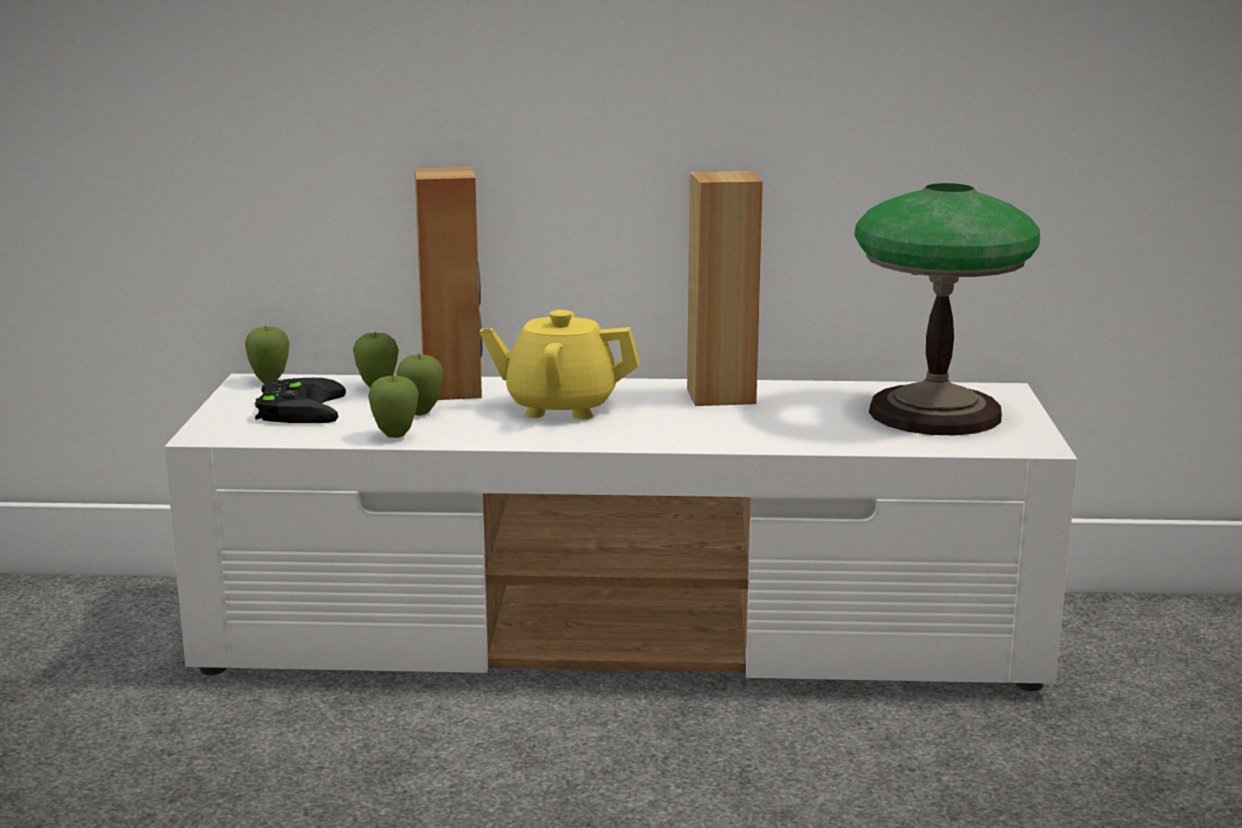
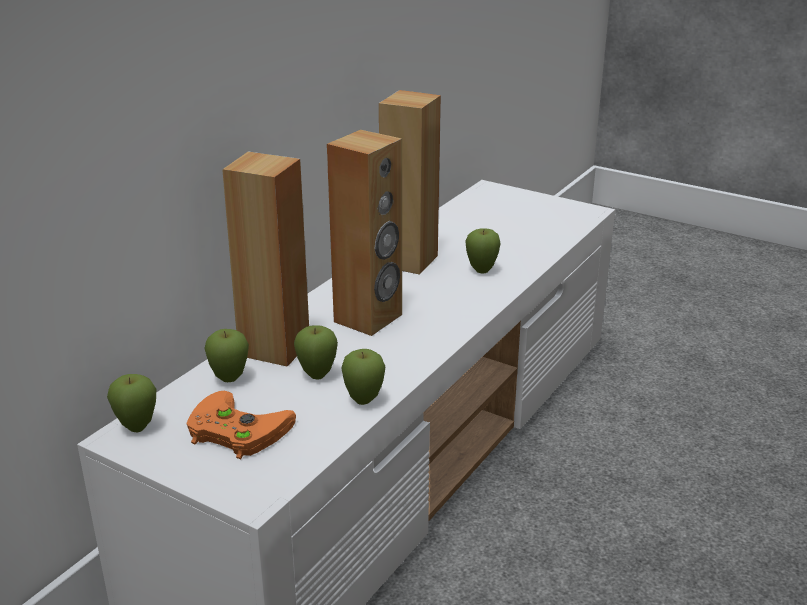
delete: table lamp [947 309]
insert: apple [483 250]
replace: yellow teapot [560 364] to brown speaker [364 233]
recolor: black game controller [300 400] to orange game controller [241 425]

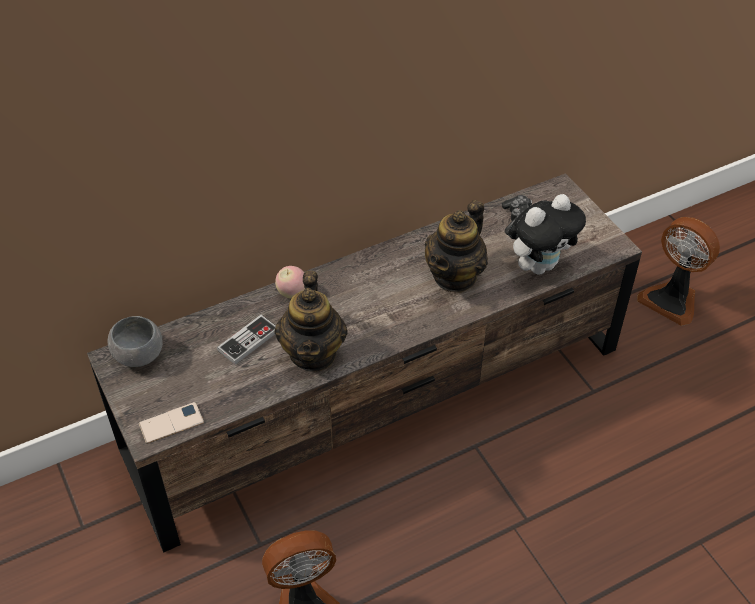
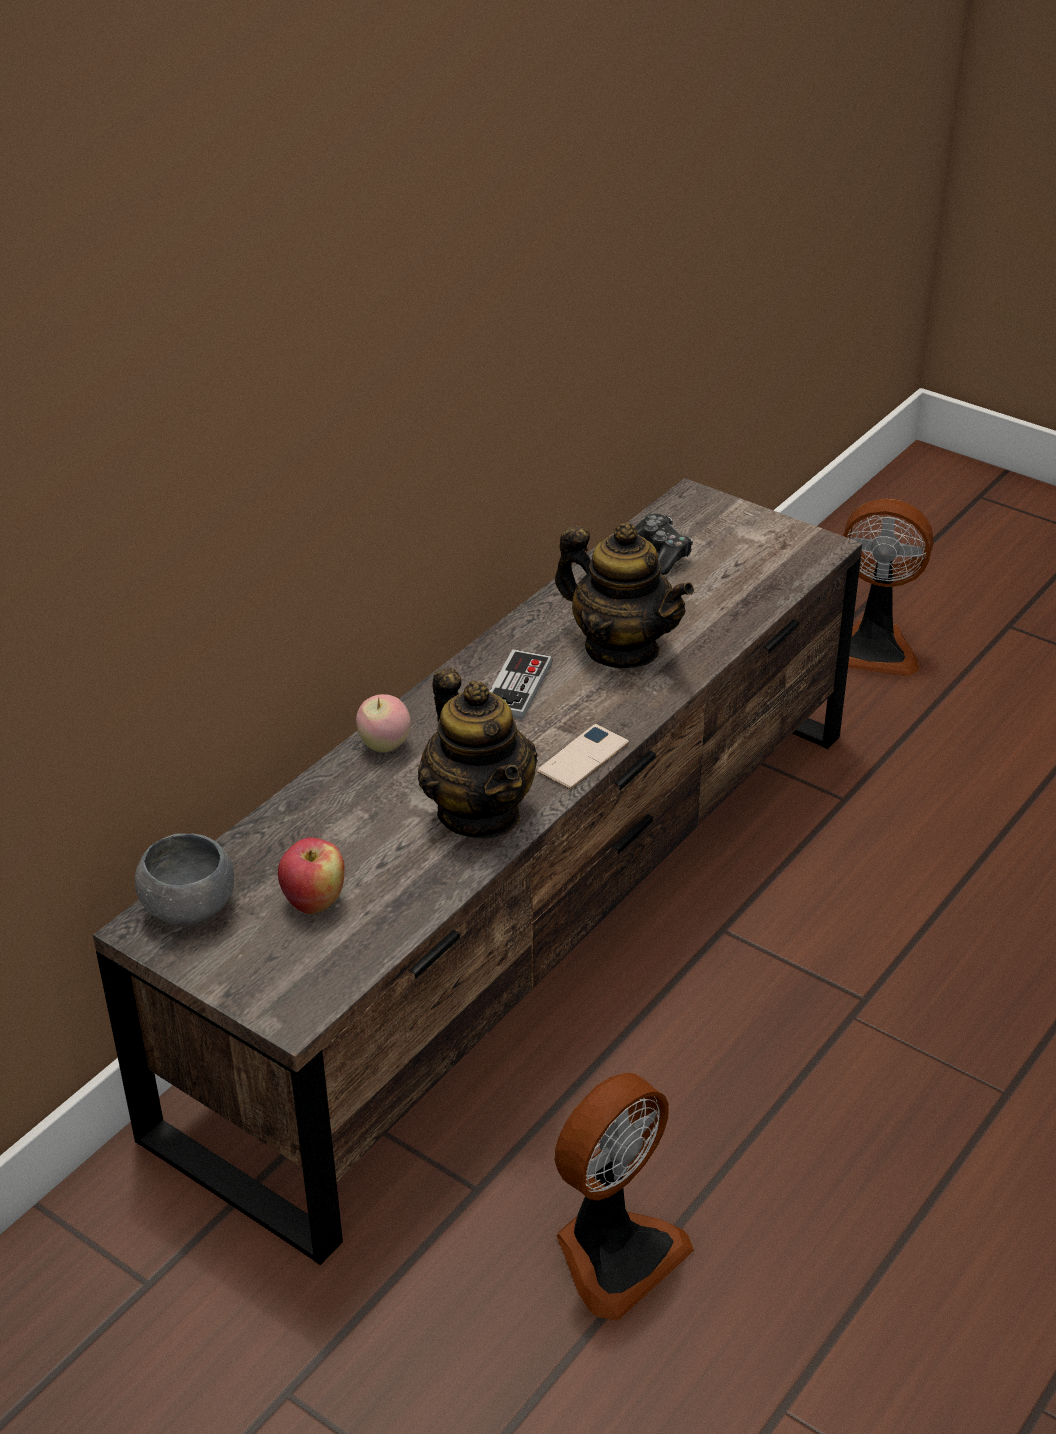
delete: plush toy [547 234]
insert: apple [311 876]
move: phone [171 423] to [583 756]; game controller [246 340] to [520 684]
rotate: teapot [456 246] = [624 595] 60 degrees counterclockwise

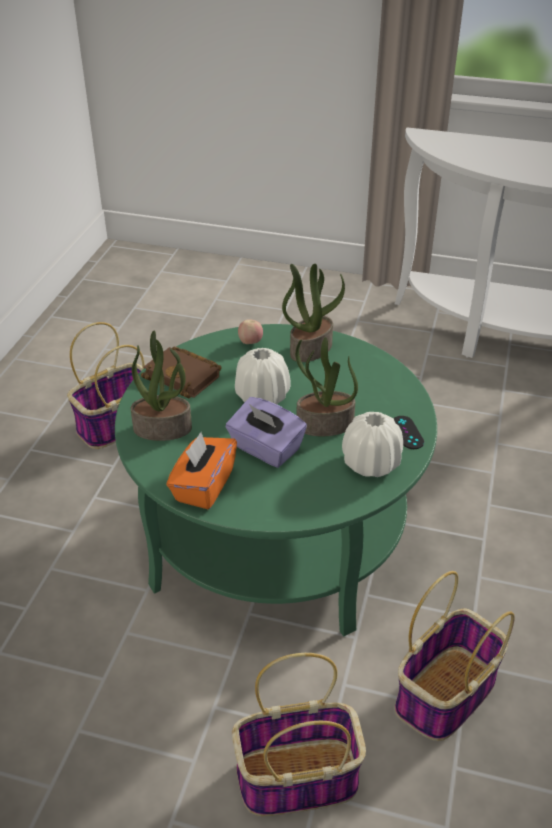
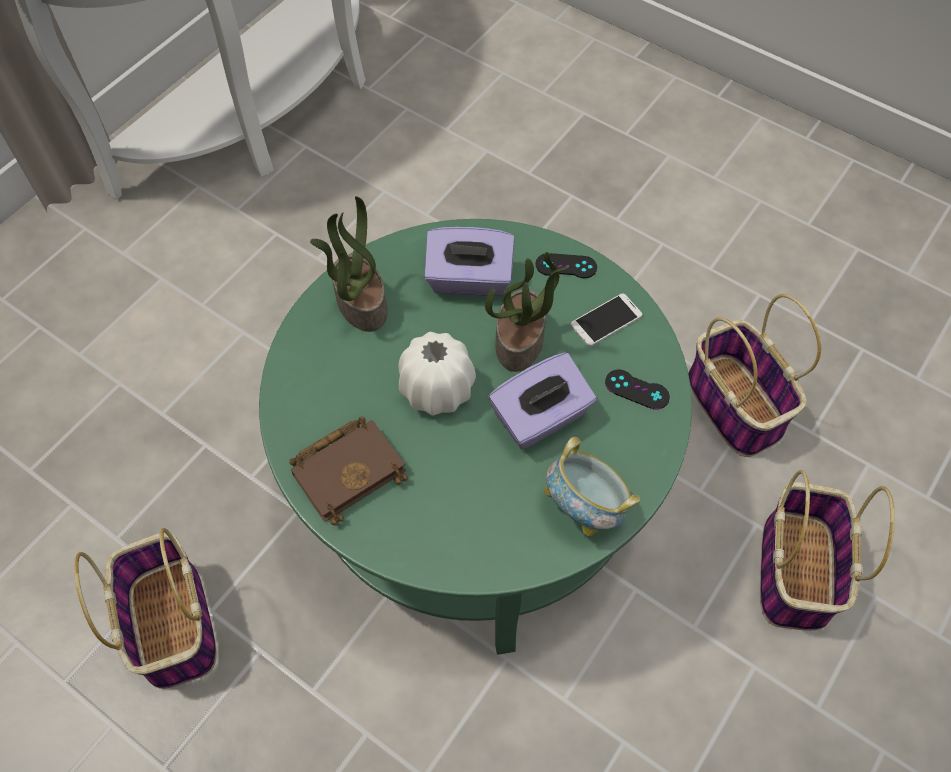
delete: potted plant [161 386]; apple [250 331]
insert: purple tissue box [469 262]; black game controller [637 390]
replace: orange tissue box [201 470] to bowl [592 486]; white vase [372 444] to phone [606 319]

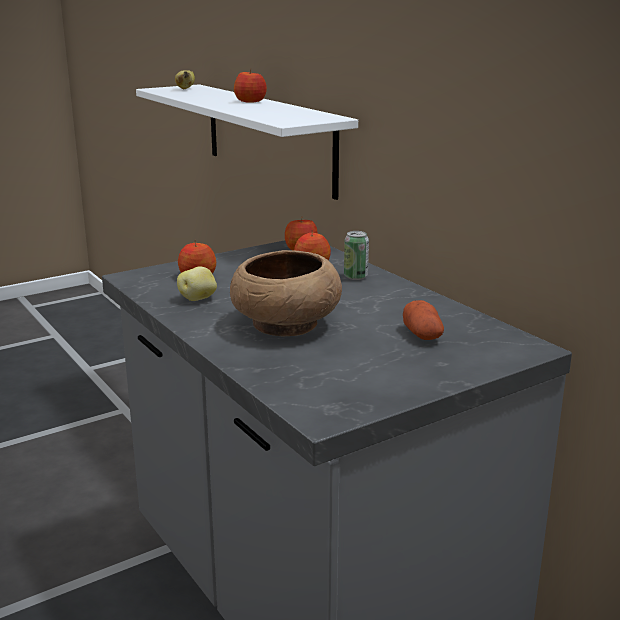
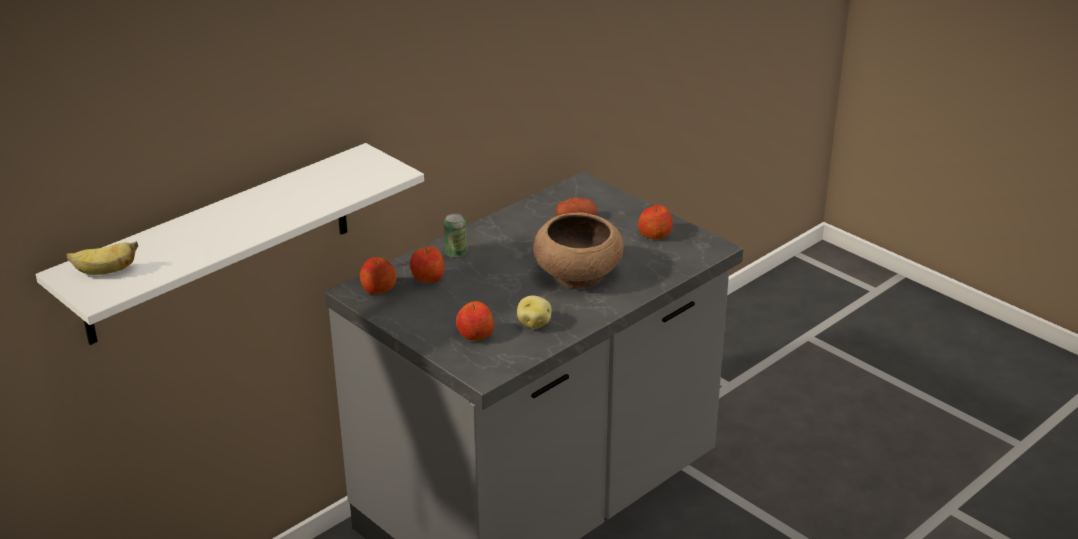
move: apple [250 85] to [655 222]

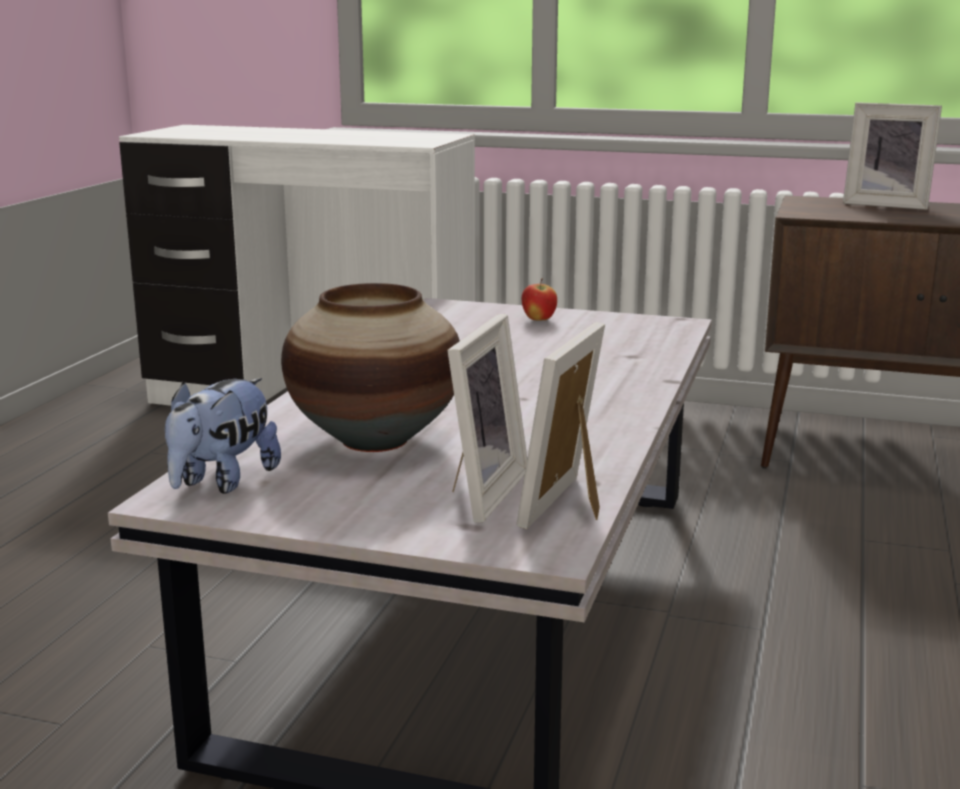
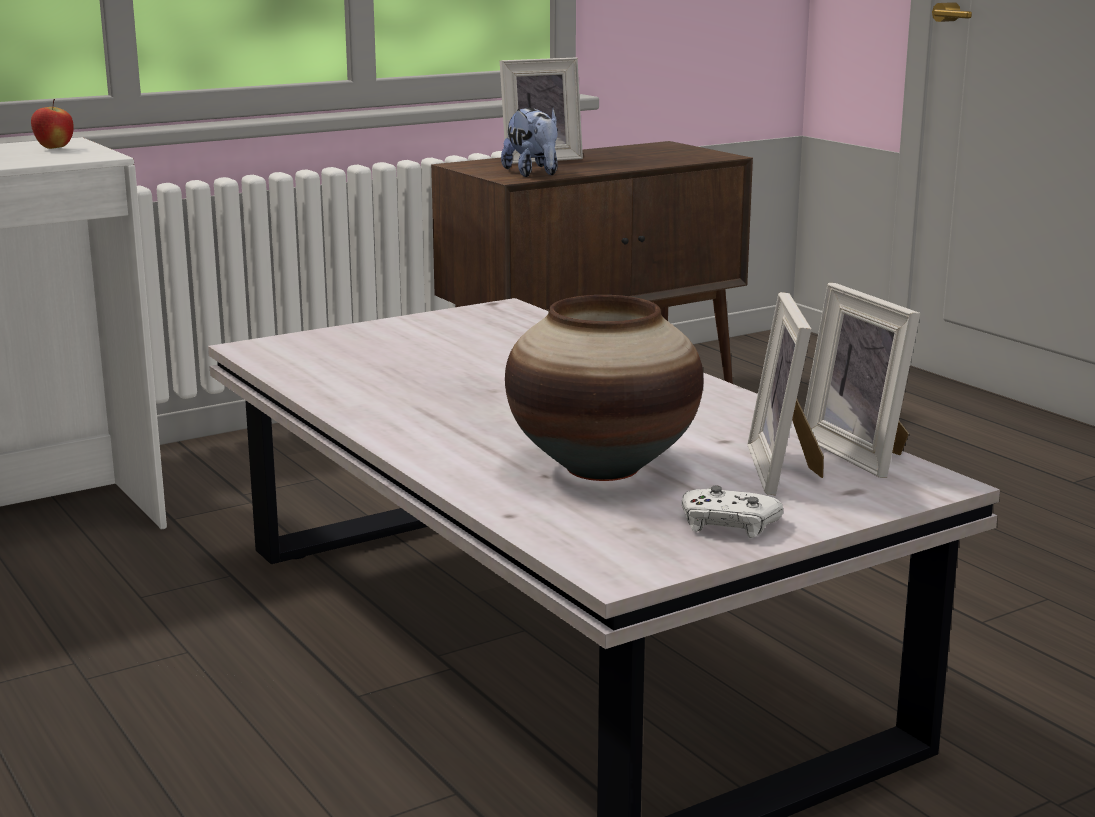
insert: white game controller [732 511]
move: plush toy [223 436] to [529 142]; apple [539 299] to [52 124]
rotate: picture frame [487 418] = [785 394] 150 degrees counterclockwise

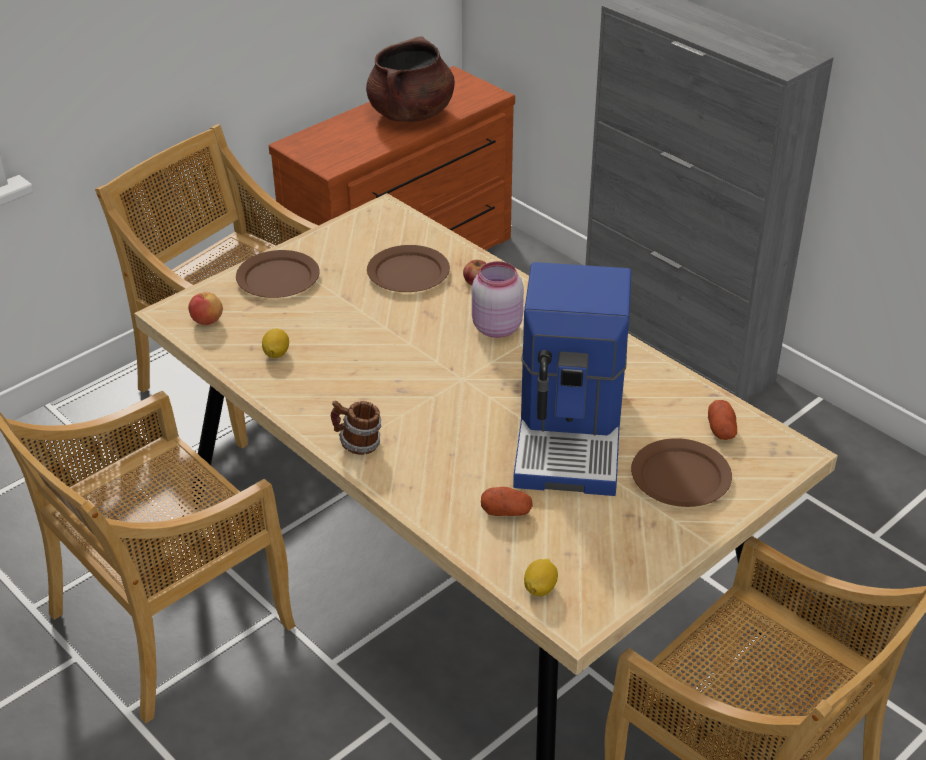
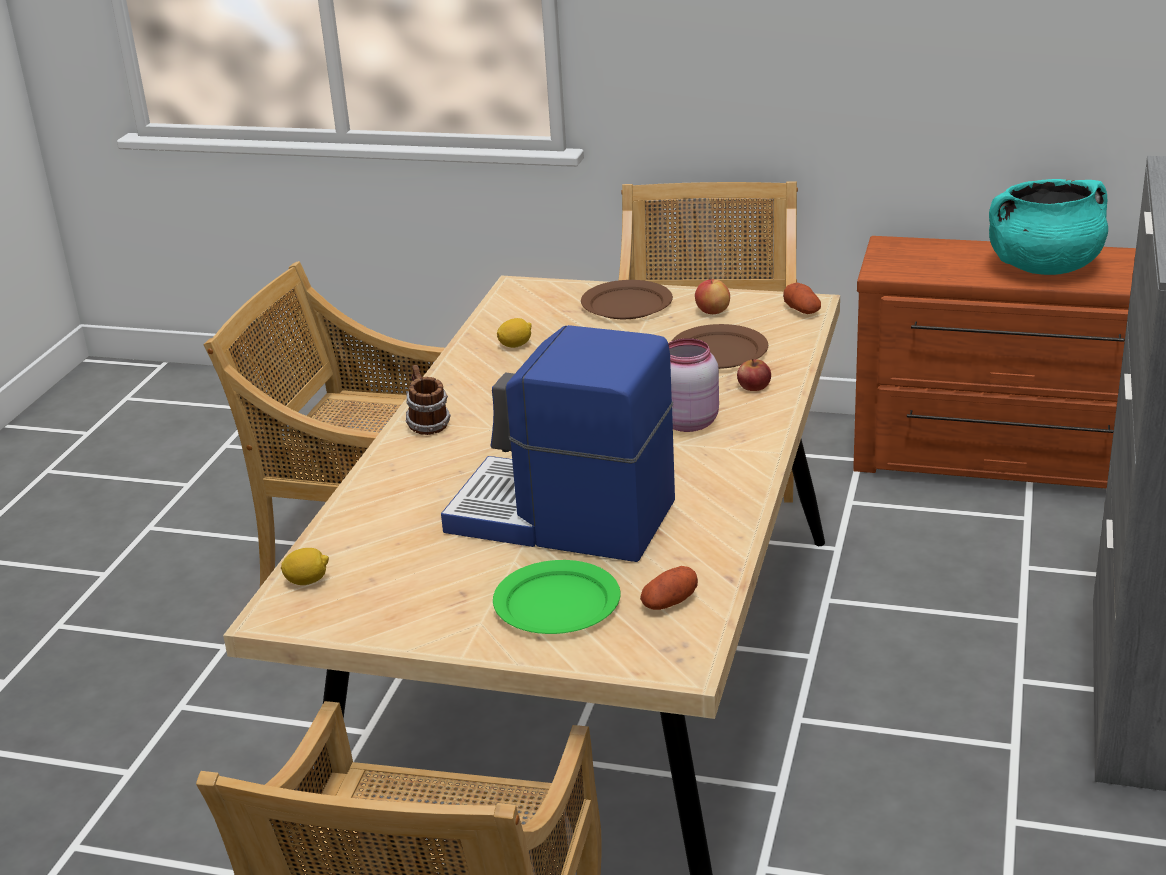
move: apple [205 308] to [712 296]; potato [507 501] to [802 298]
recolor: brown cooking pot [410 79] to turquoise cooking pot [1048 227]; brown plate [681 472] to green plate [557 597]
rotate: coffee machine [572 379] = [558 443] 45 degrees clockwise

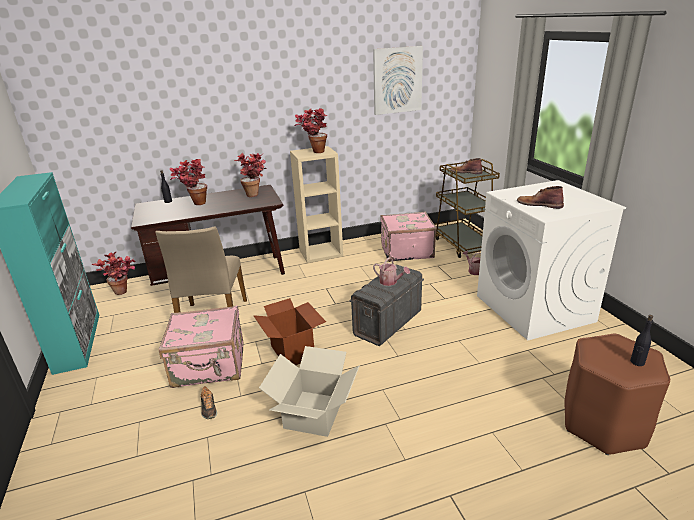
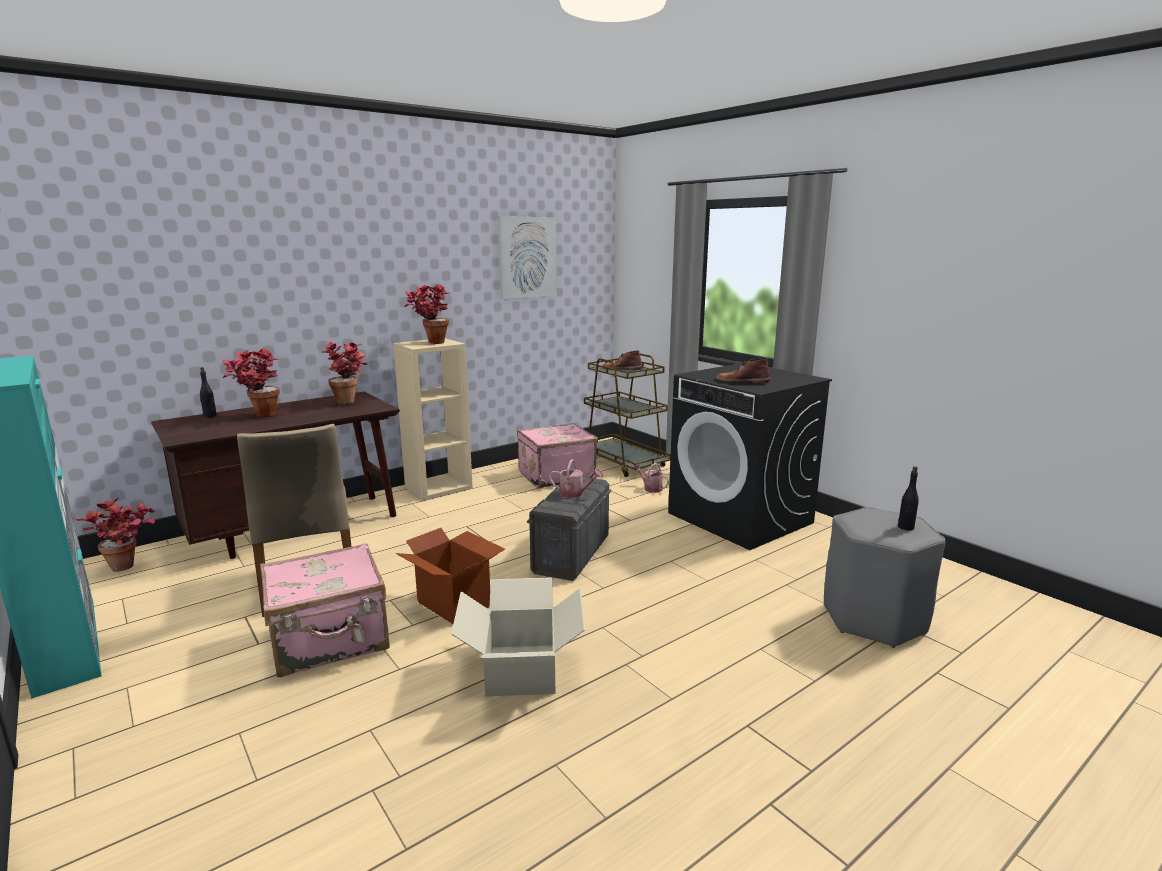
delete: shoe [209 402]
recolor: white washing machine [551 260] to black washing machine [750 456]; brown stool [617 394] to grey stool [884 577]

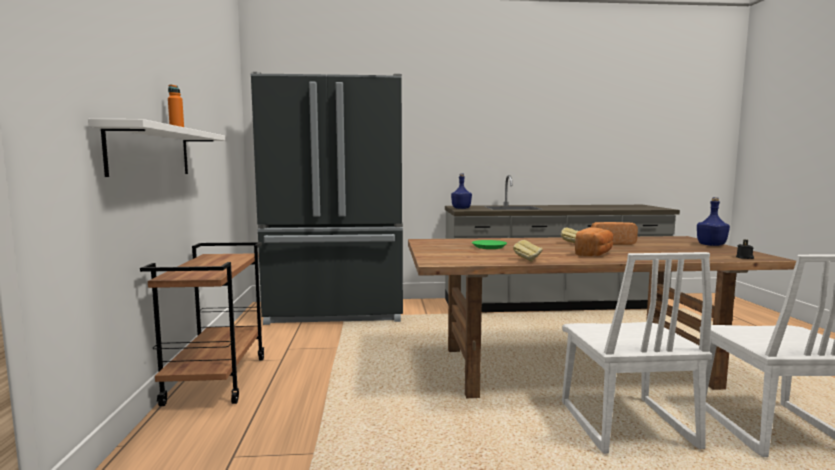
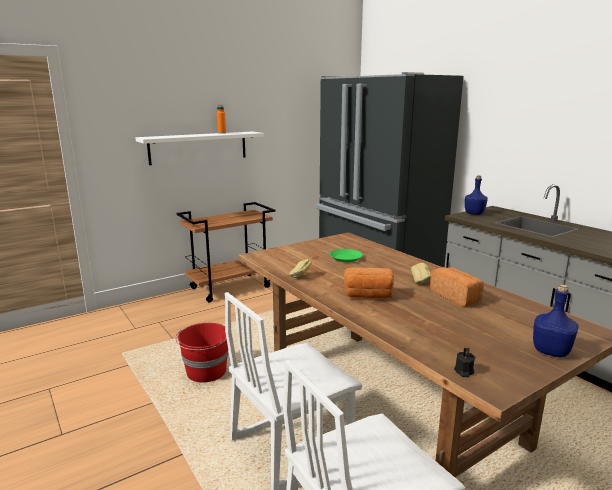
insert: red bucket [202 353]

